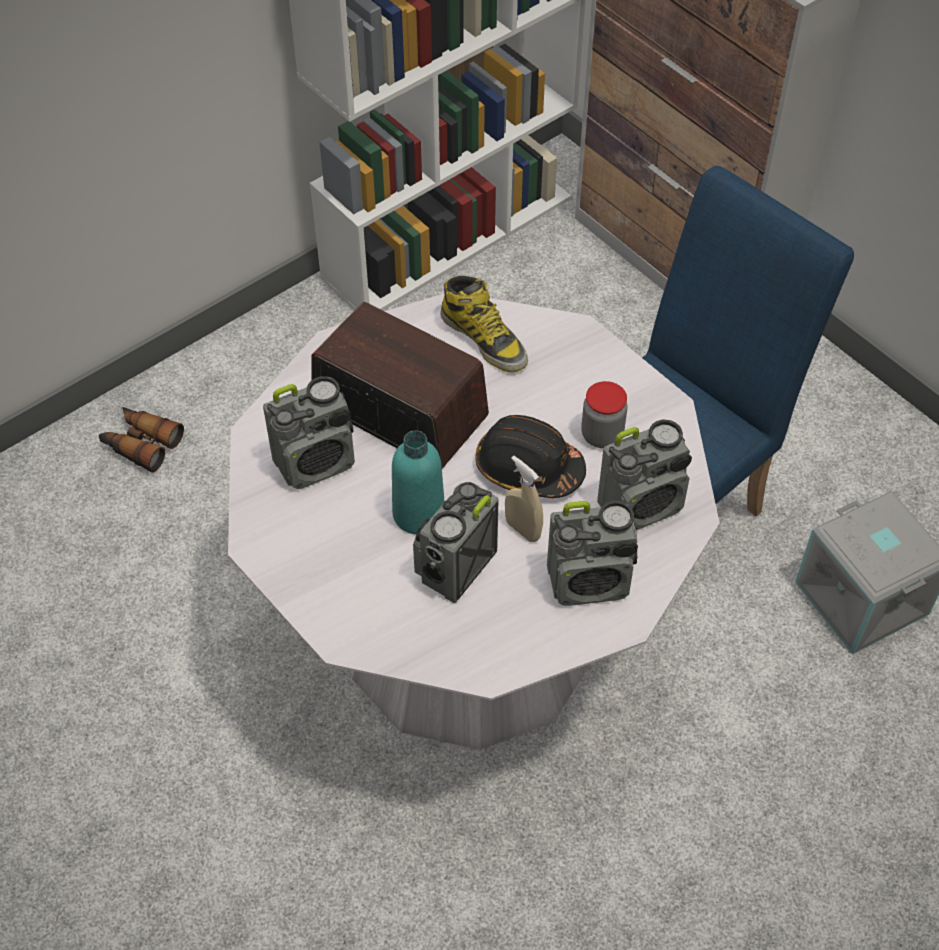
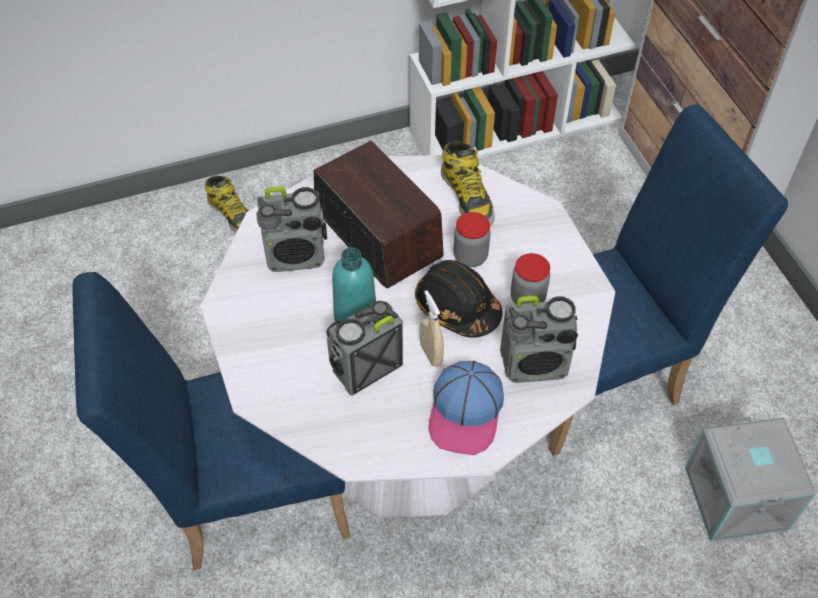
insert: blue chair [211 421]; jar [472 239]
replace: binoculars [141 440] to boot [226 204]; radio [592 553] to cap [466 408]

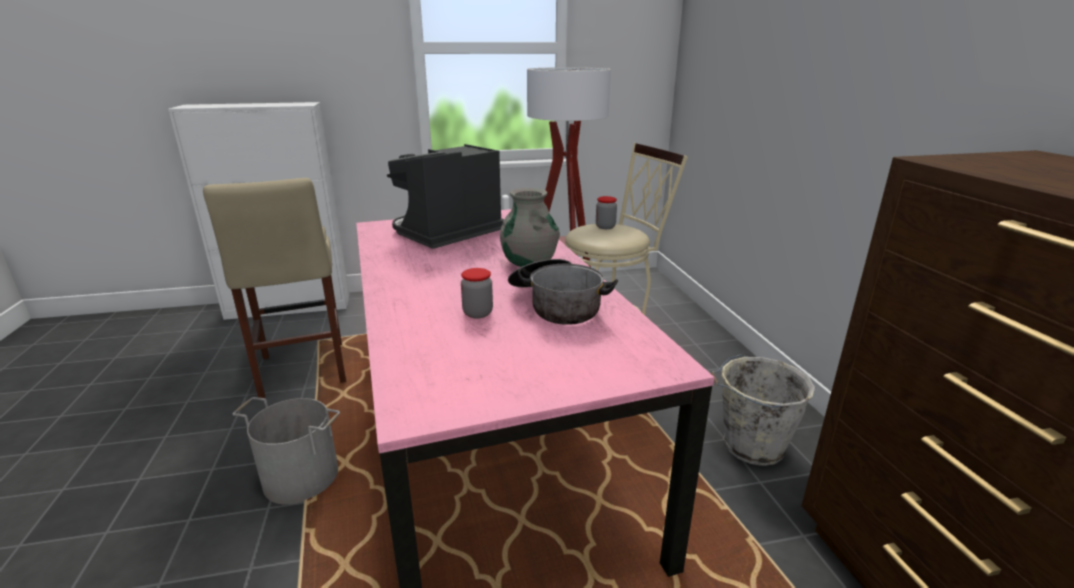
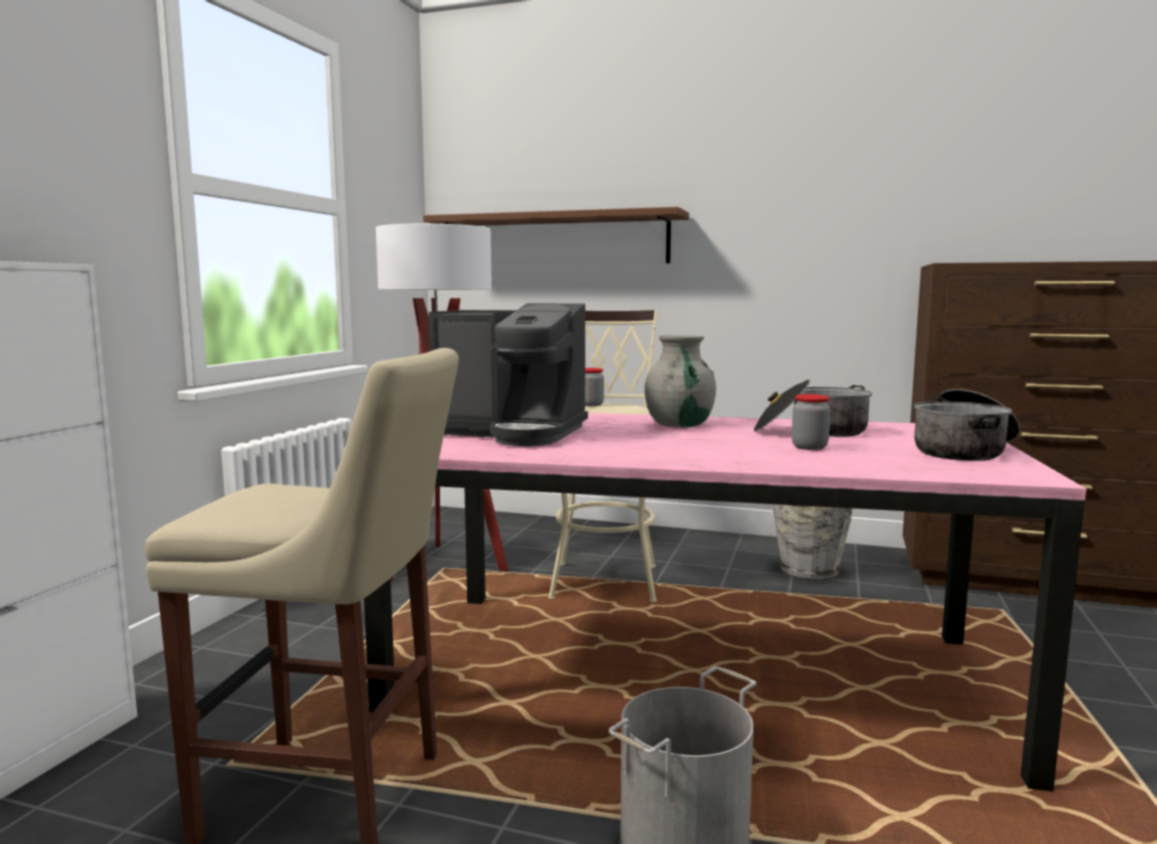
insert: brown shelf [556 235]; cooking pot [967 425]
rotate: coffee machine [445 196] = [508 374] 60 degrees counterclockwise

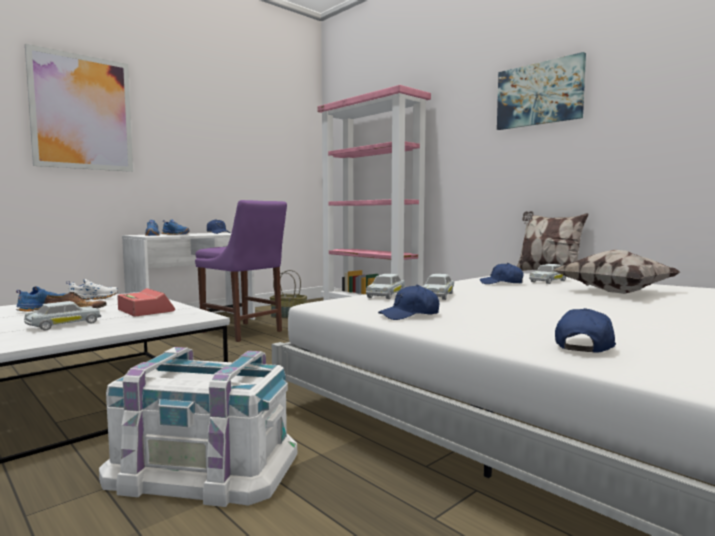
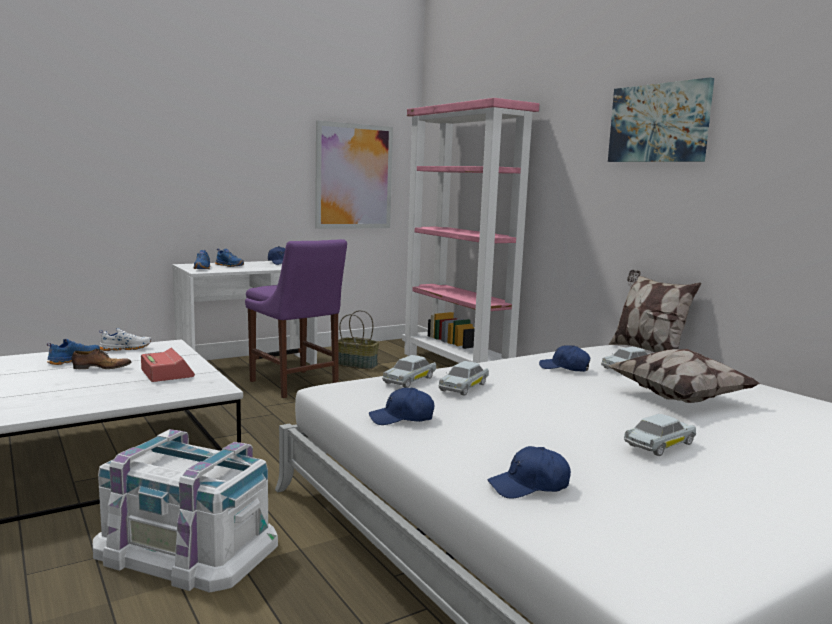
move: white toy car [62 315] to [660 435]; picture [79 108] to [354 175]
rotate: blue cap [585 330] = [529 472] 150 degrees counterclockwise

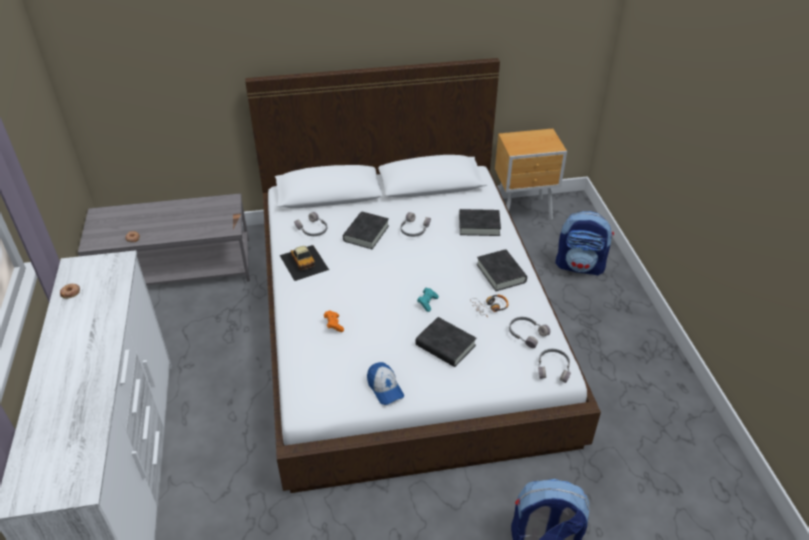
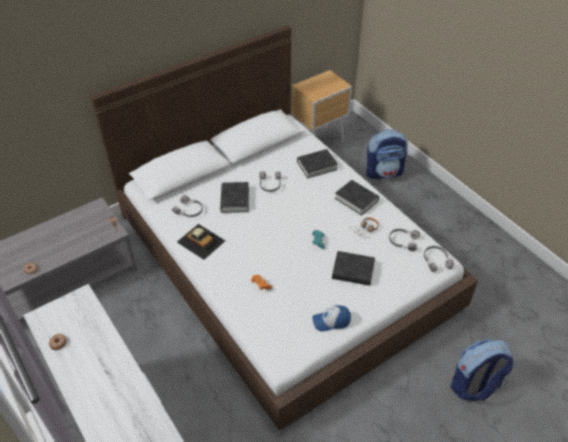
rotate: cap [385 383] = [331 318] 135 degrees clockwise

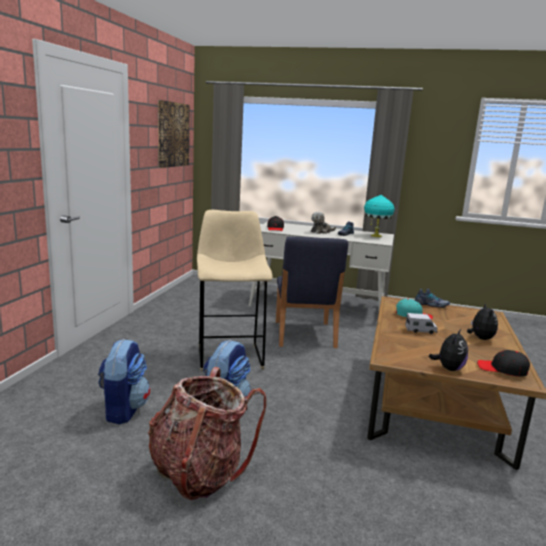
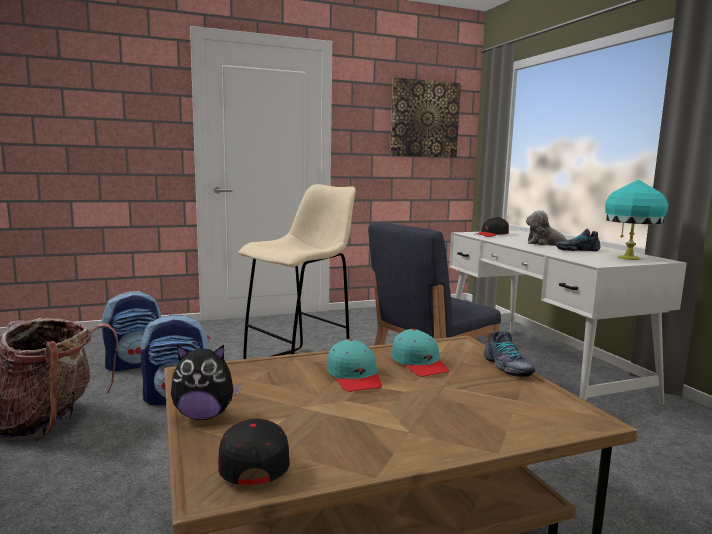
delete: plush toy [482 321]
replace: toy truck [421 323] to turquoise cap [354 365]

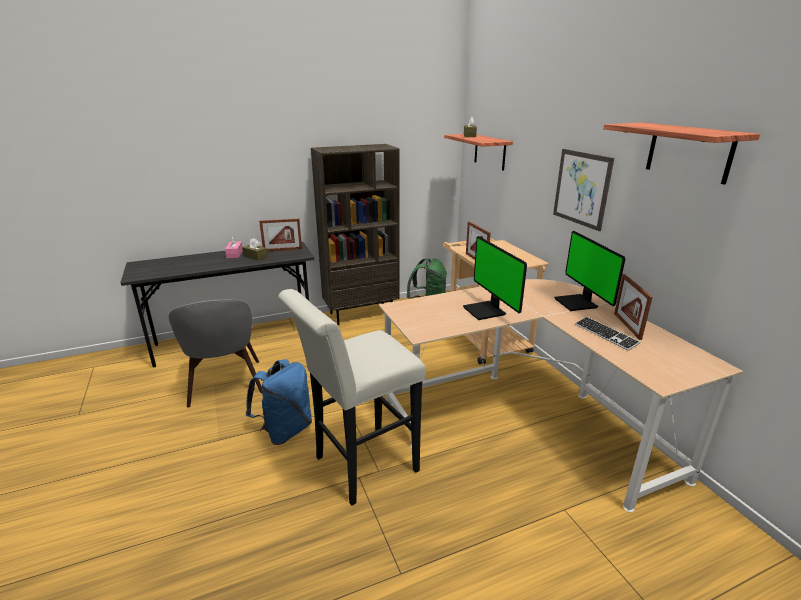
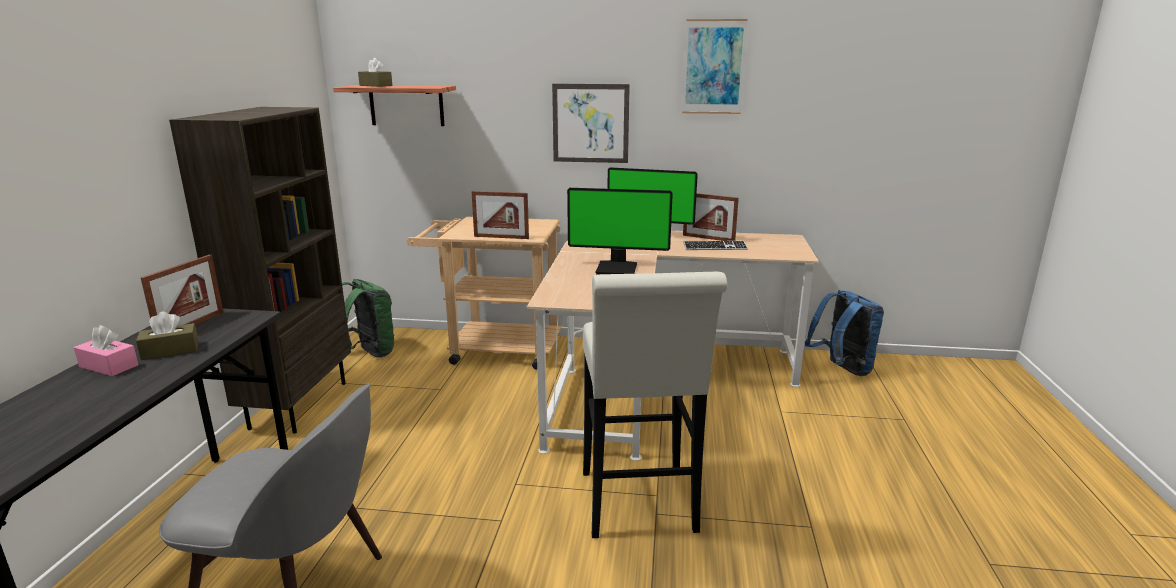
move: blue backpack [279 402] to [844 333]
replace: shelf [681 154] to picture [714 66]

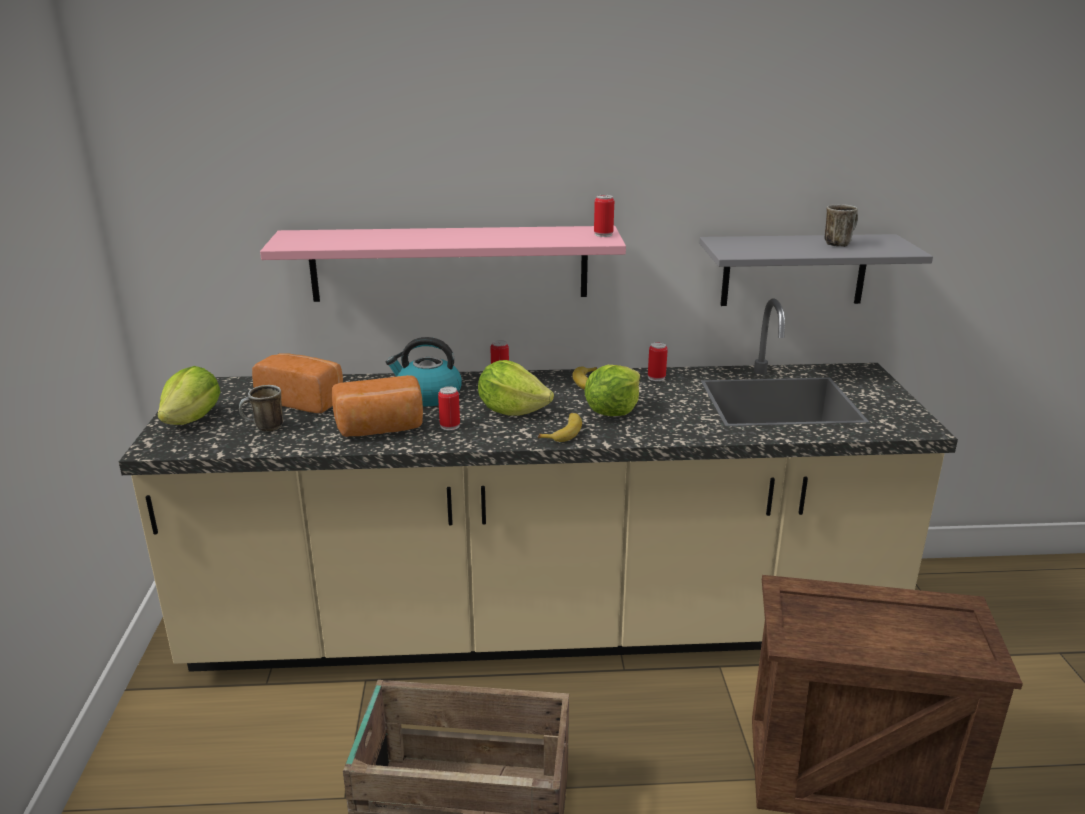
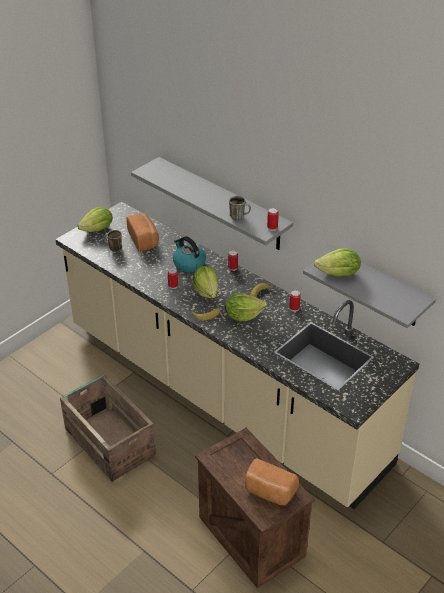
insert: lettuce [337 262]
move: bread [377 406] to [272 481]; mug [841 225] to [240 208]
recolor: pink shelf [443 264] to grey shelf [212 203]

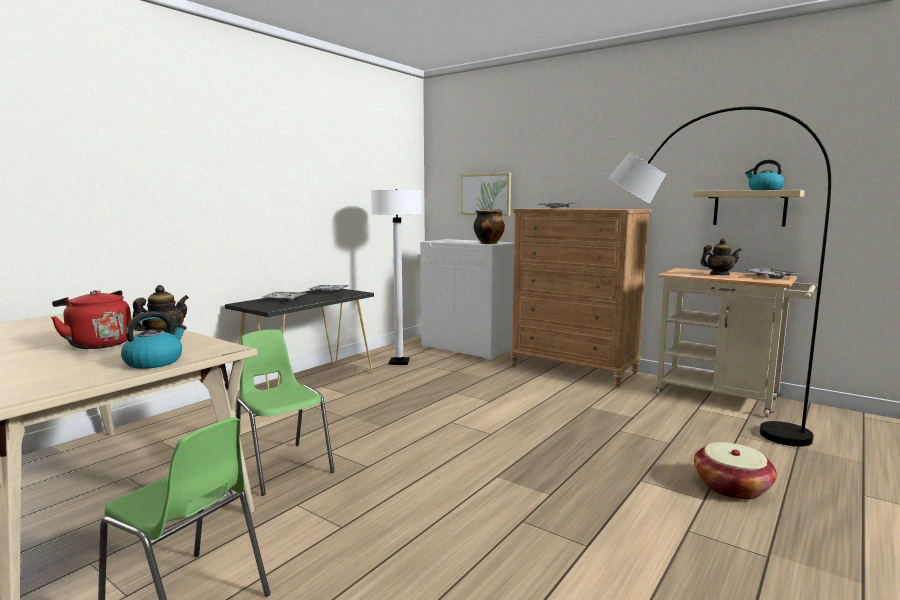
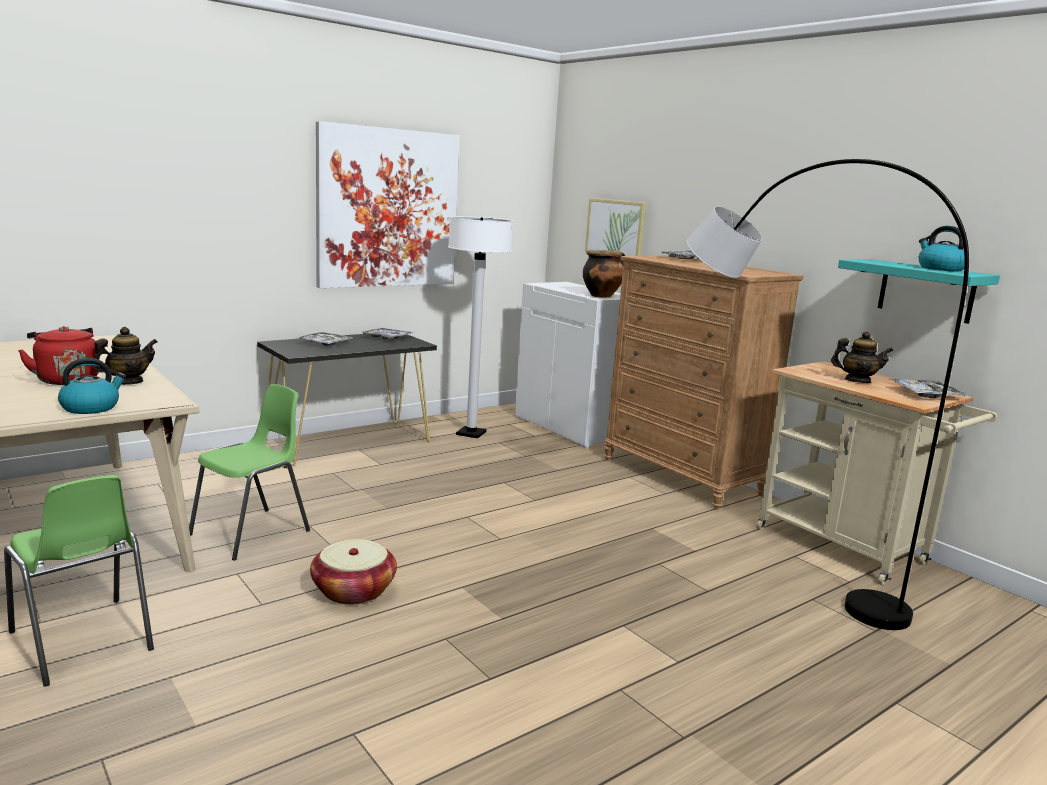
insert: picture [387 204]
move: basket [735 471] to [353 572]
recolor: beige shelf [749 208] to turquoise shelf [919 291]
rotate: green chair [285 413] = [249 472] 60 degrees clockwise

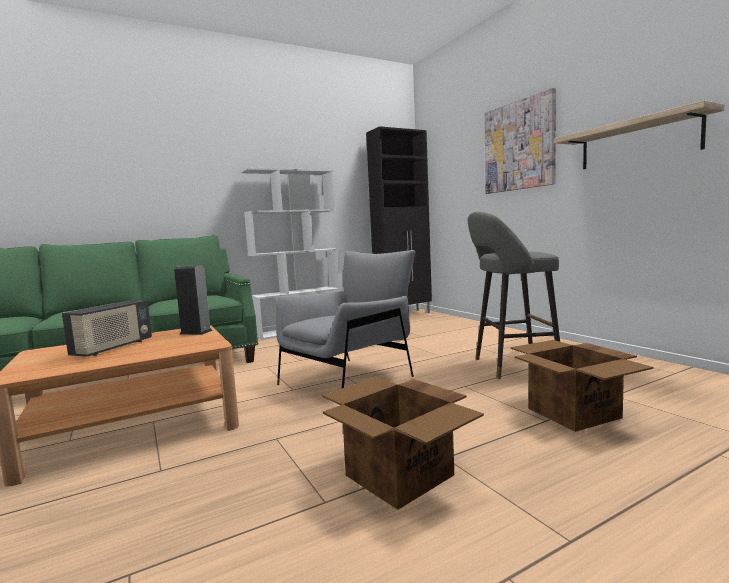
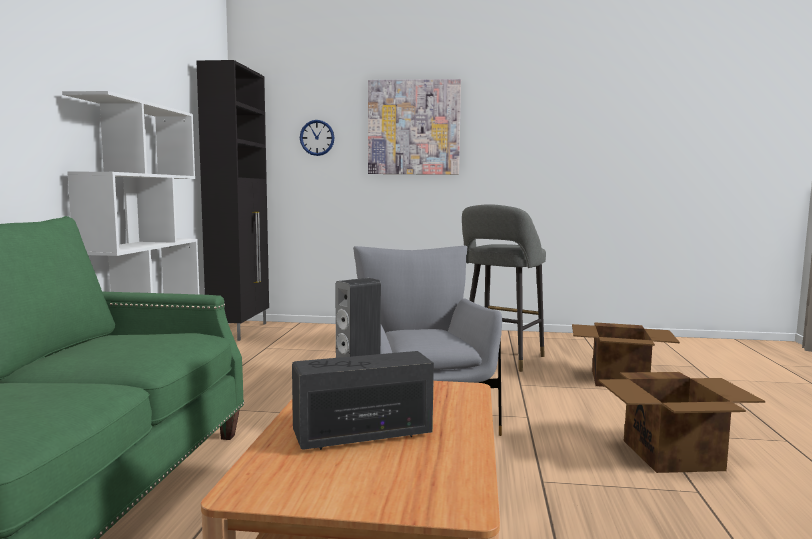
delete: shelf [639 134]
insert: wall clock [317 138]
rotate: radio [107 328] = [363 400] 75 degrees counterclockwise

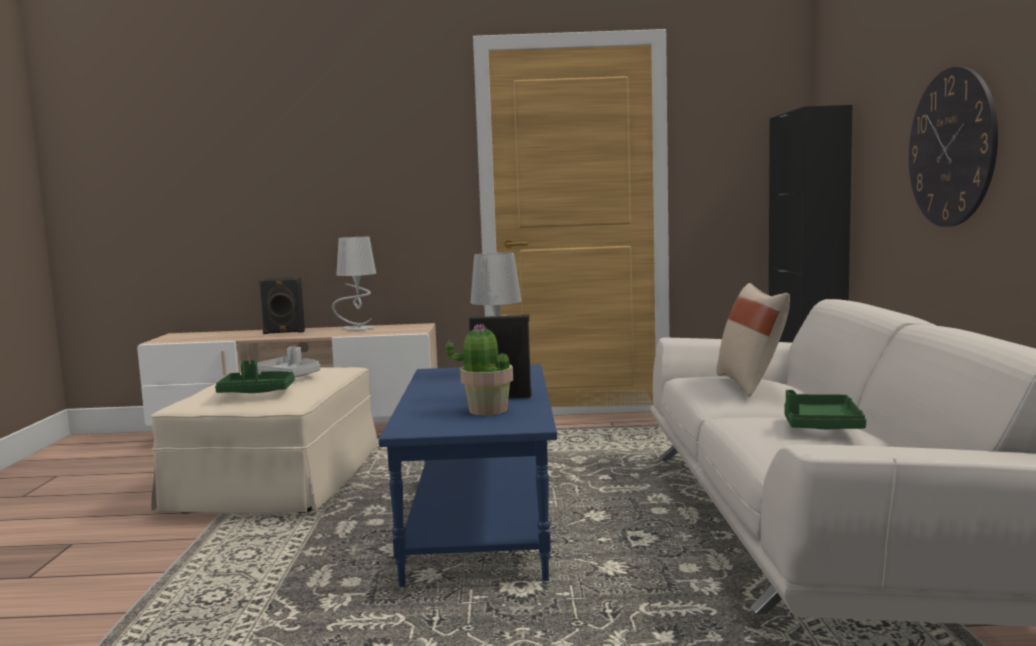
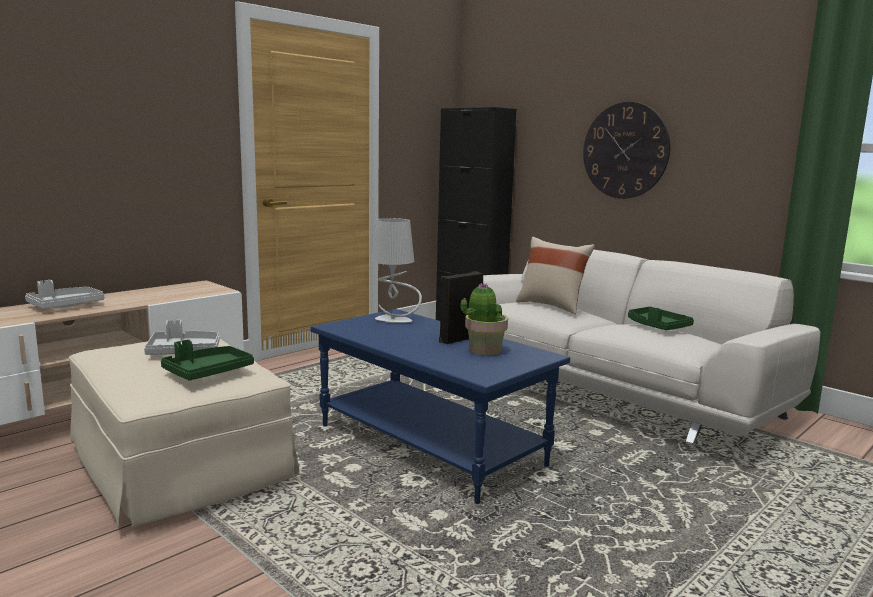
delete: grey table lamp [354 283]
replace: black speaker [282 305] to grey tray [64 294]

